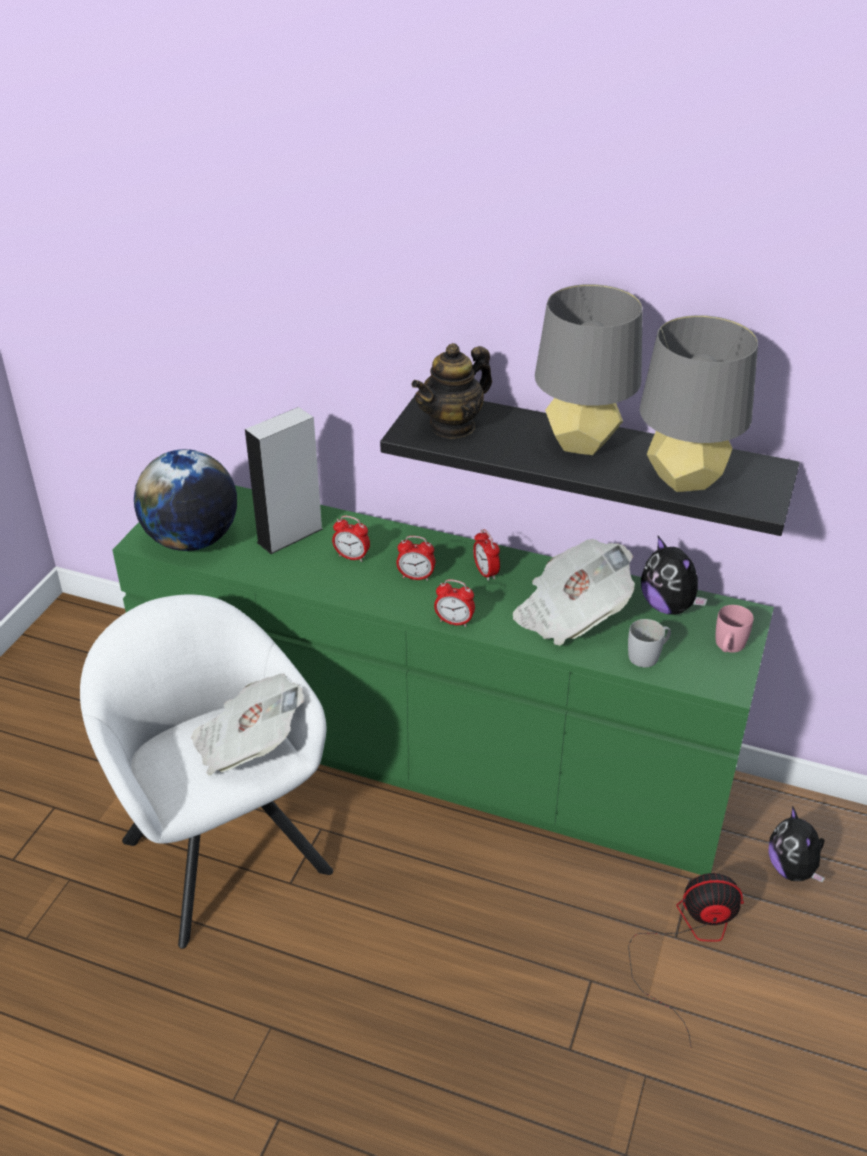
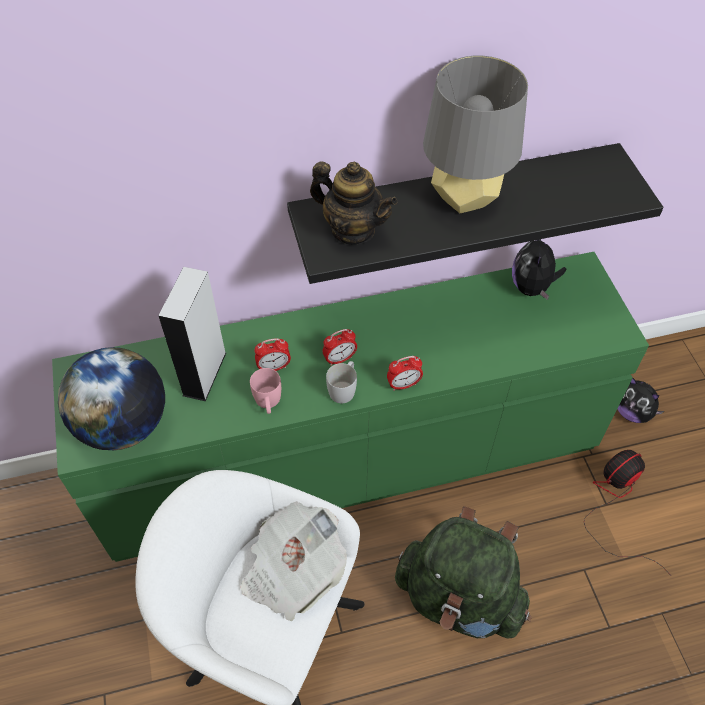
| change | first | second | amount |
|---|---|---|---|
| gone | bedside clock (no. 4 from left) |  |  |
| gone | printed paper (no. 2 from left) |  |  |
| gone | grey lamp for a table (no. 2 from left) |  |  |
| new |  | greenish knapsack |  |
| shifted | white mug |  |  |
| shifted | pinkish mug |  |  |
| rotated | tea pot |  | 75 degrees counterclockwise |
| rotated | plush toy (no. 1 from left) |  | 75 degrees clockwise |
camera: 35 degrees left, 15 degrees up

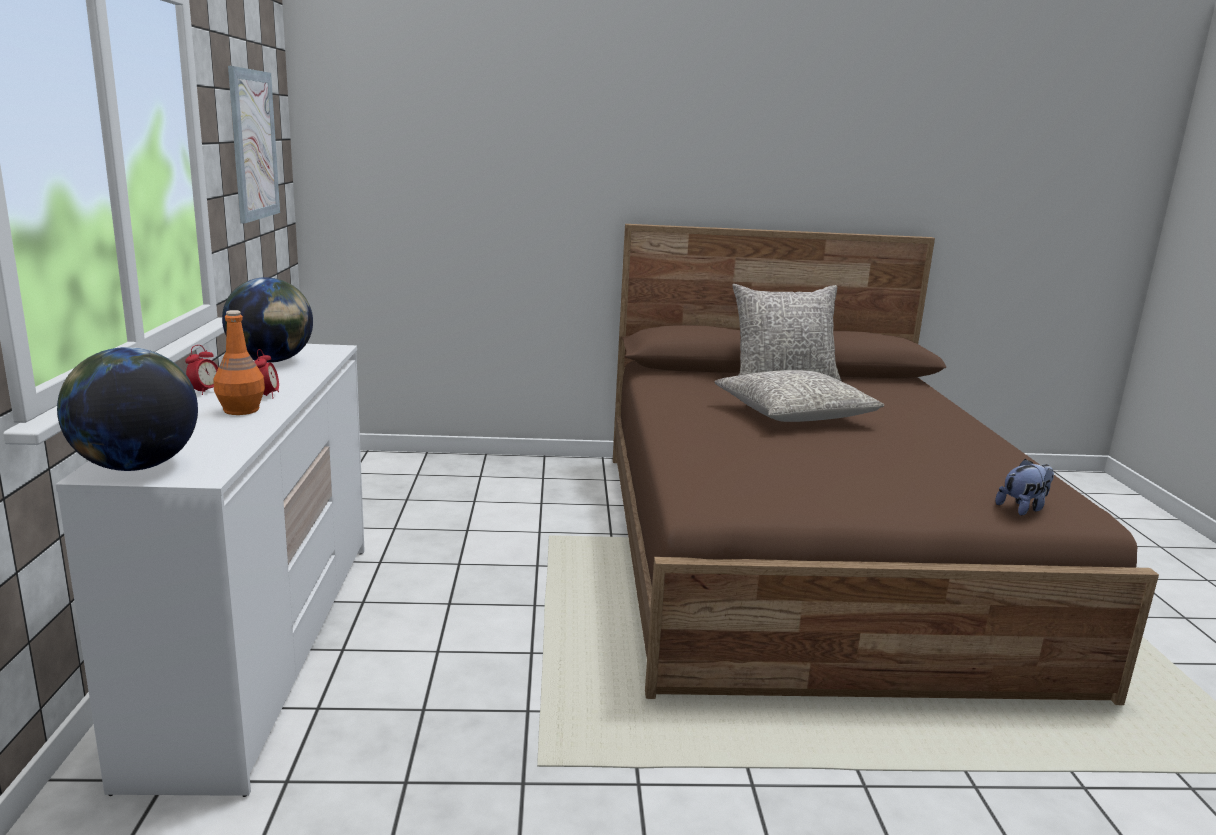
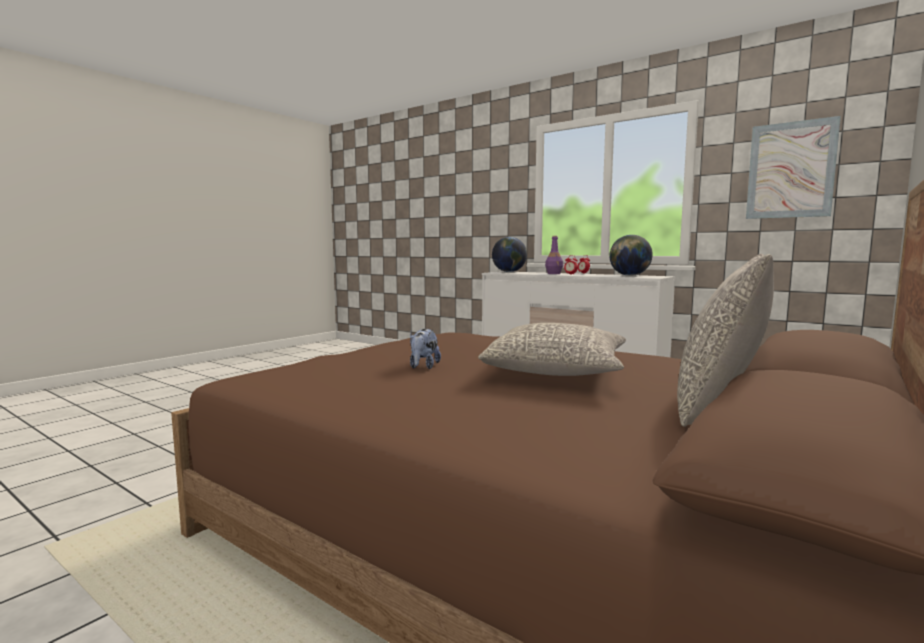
| change | first | second | amount |
|---|---|---|---|
| shifted | plush toy |  |  |
| repainted | orange-coloured beverage bottle | purplish beverage bottle |  |
camera: 130 degrees right, 10 degrees down

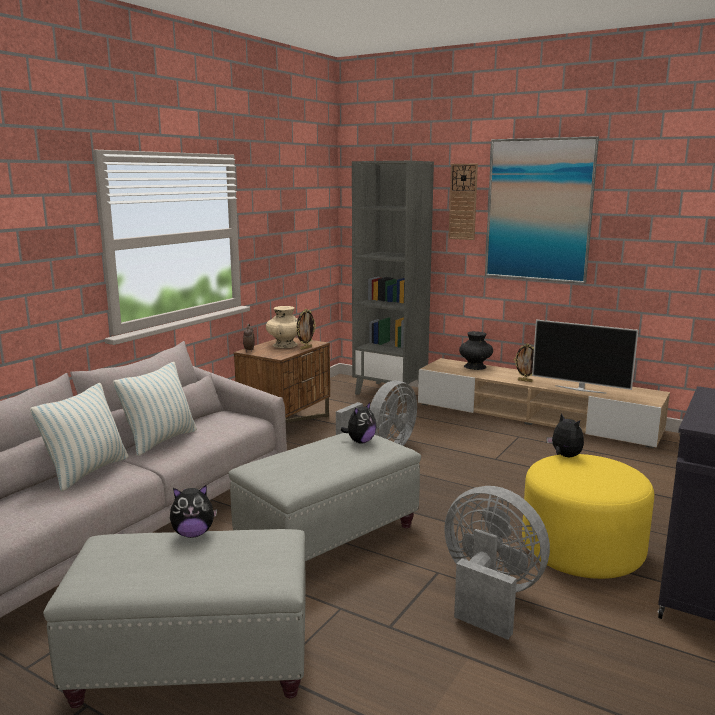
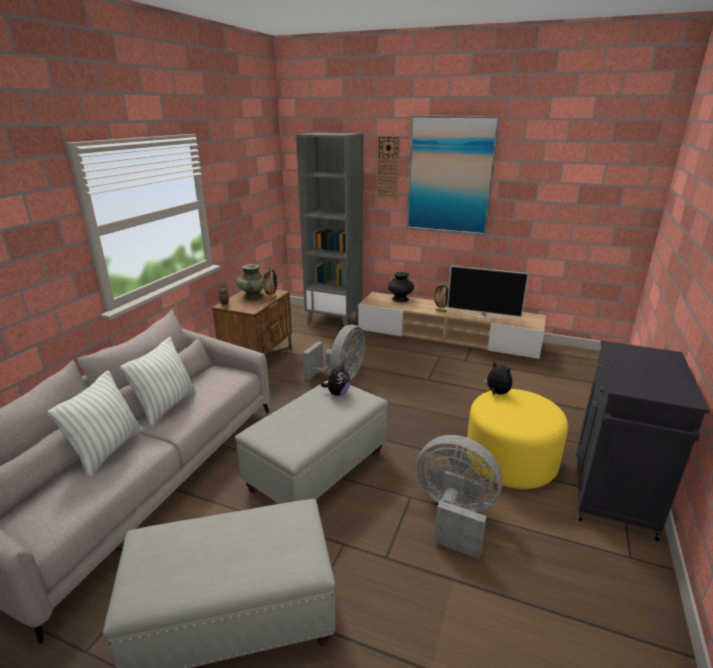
| change | first | second | amount |
|---|---|---|---|
| gone | plush toy (no. 1 from left) |  |  |
| repainted | beige flower vase | turquoise-coloured flower vase |  |
camera: 10 degrees left, 10 degrees up

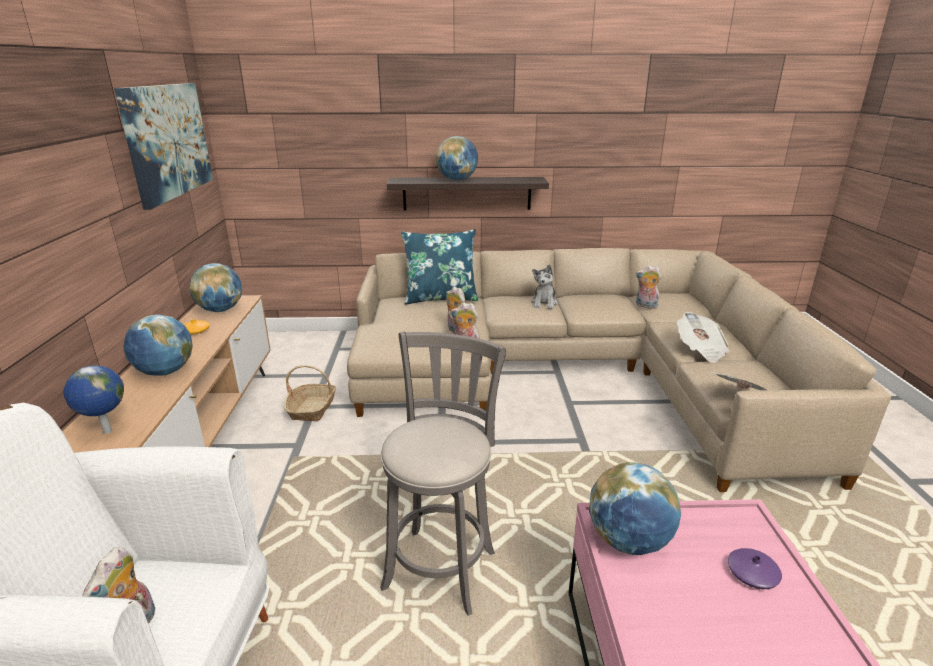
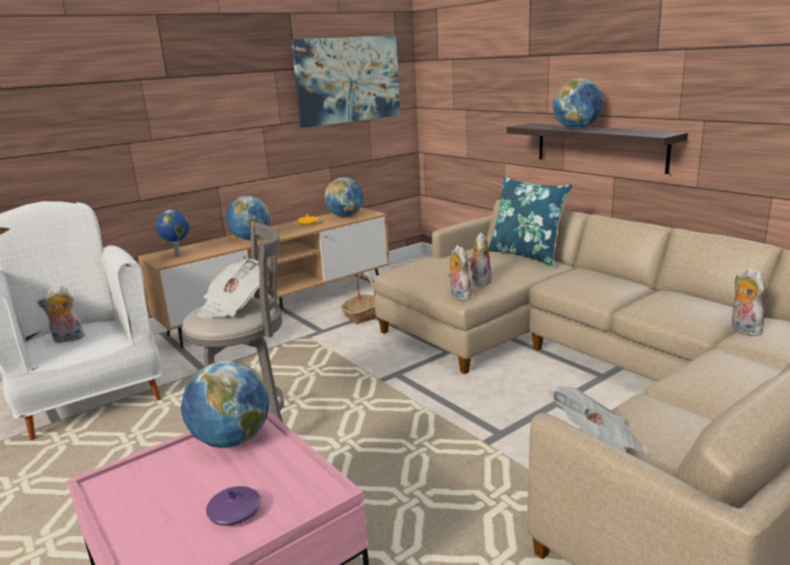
| change | first | second | amount |
|---|---|---|---|
| gone | plush toy (no. 4 from left) |  |  |
| shifted | printed paper (no. 1 from left) |  |  |
camera: 55 degrees right, 5 degrees down

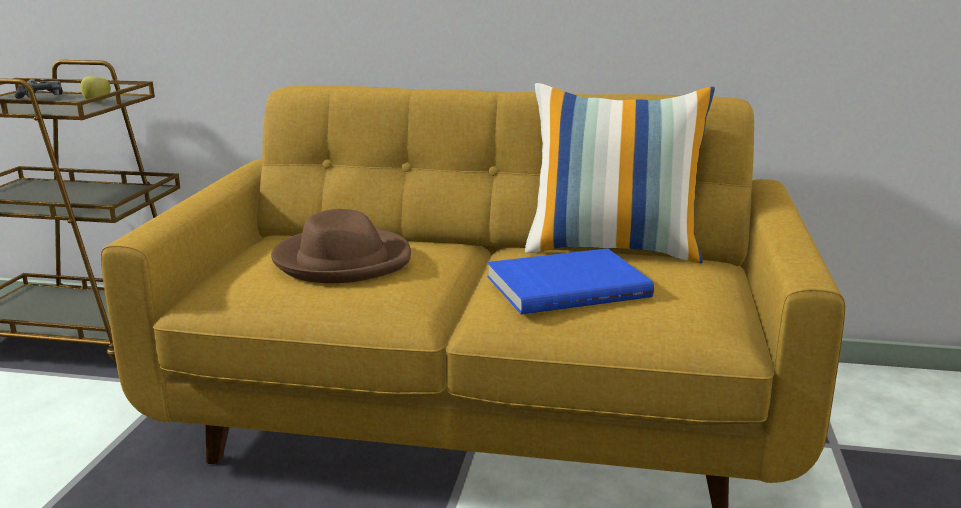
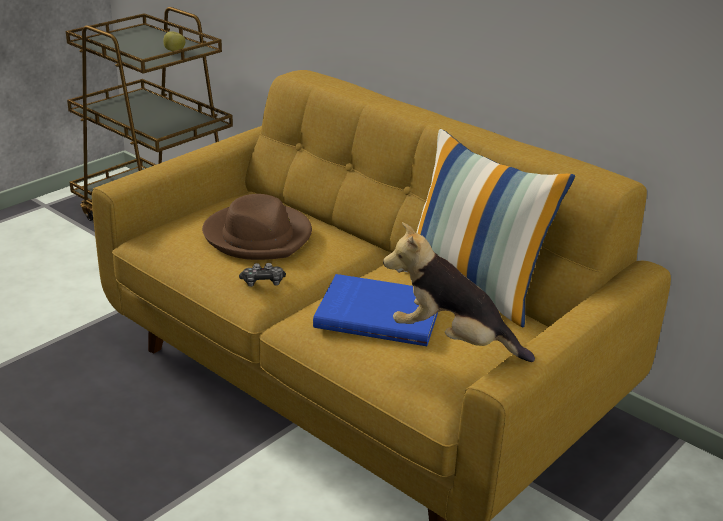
| change | first | second | amount |
|---|---|---|---|
| new |  | plush toy |  |
| shifted | joypad |  |  |
camera: 30 degrees right, 10 degrees up

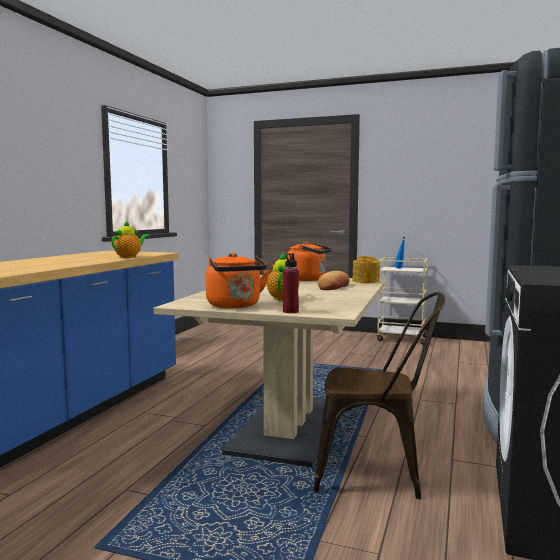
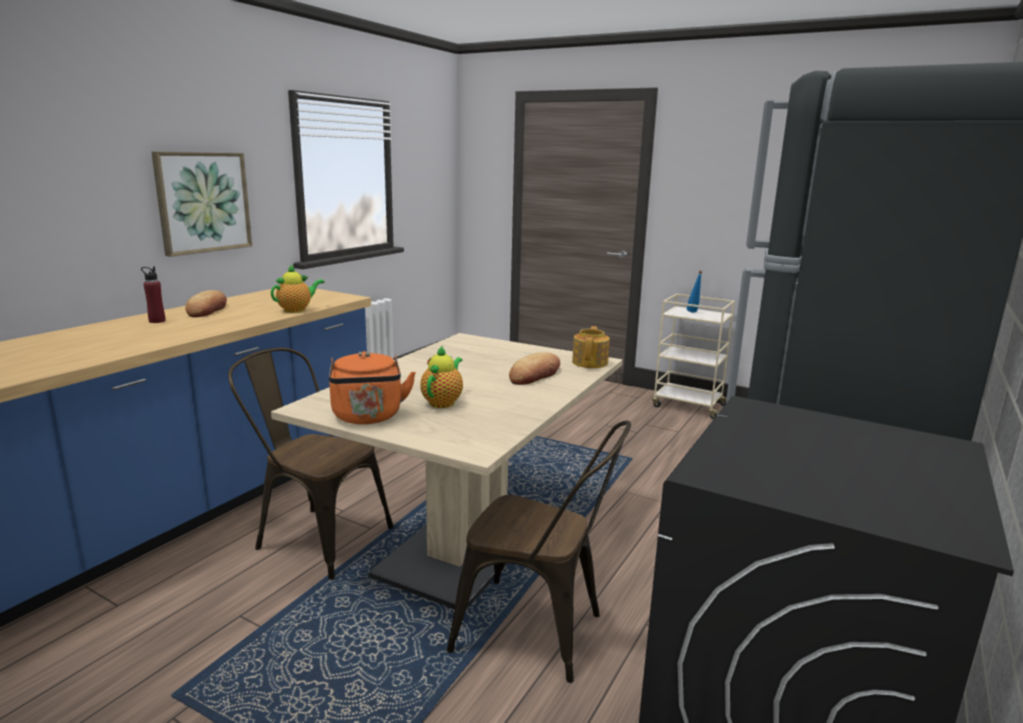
| change | first | second | amount |
|---|---|---|---|
| gone | orange-coloured kettle (no. 2 from left) |  |  |
| new |  | wall art |  |
| new |  | bread (no. 1 from left) |  |
| new |  | brown upright chair (no. 1 from left) |  |
| shifted | red beverage bottle |  |  |
camera: 10 degrees right, 10 degrees up

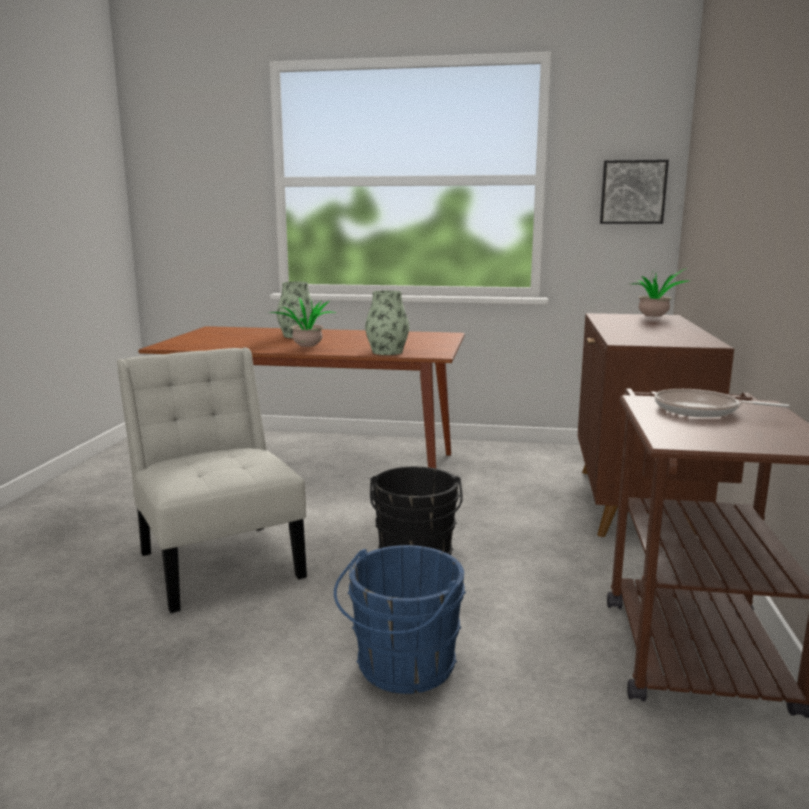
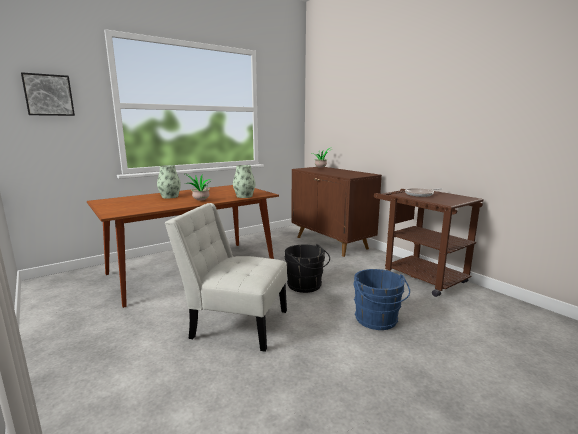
| change | first | second | amount |
|---|---|---|---|
| shifted | wall art |  |  |
camera: 45 degrees left, 0 degrees up

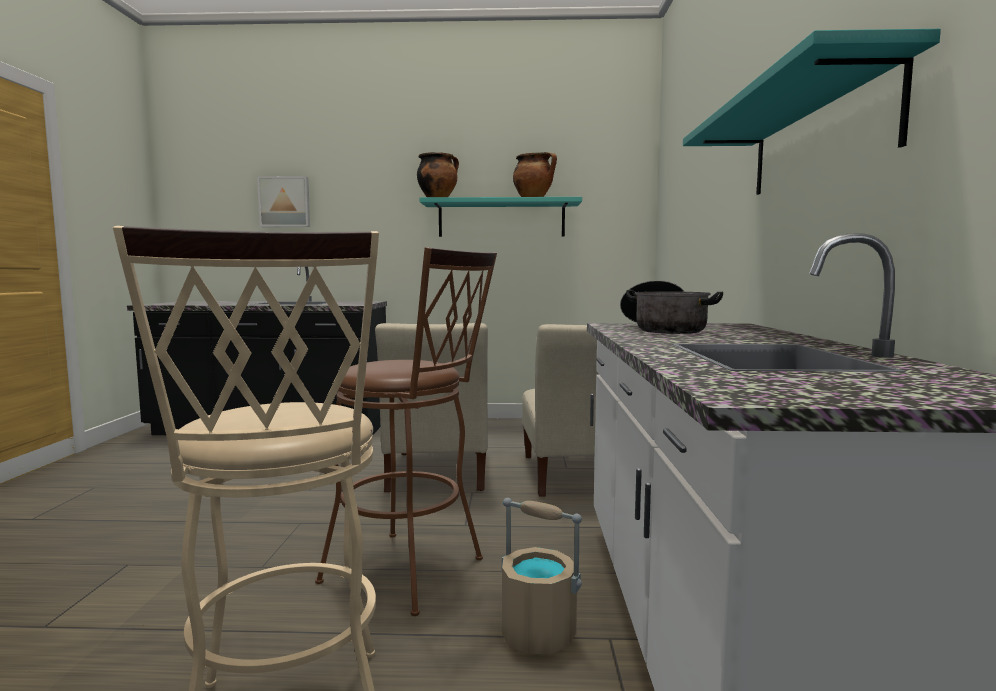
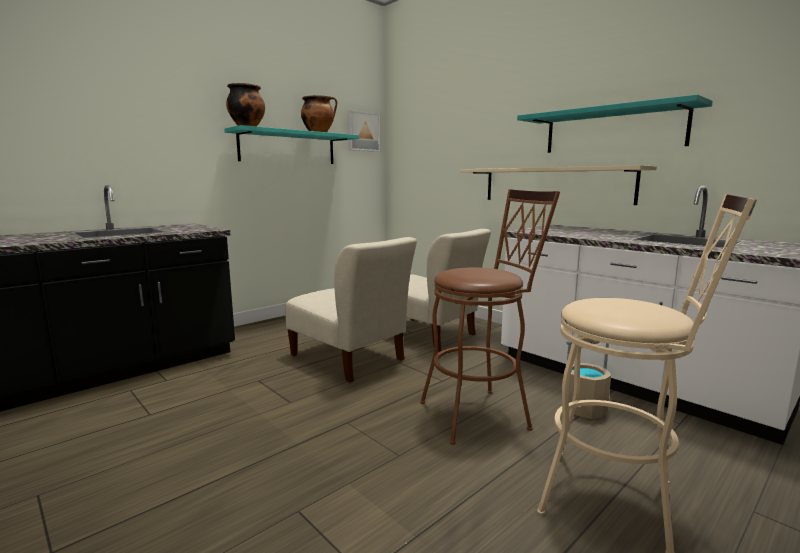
| change | first | second | amount |
|---|---|---|---|
| gone | cooking pot (no. 3 from left) |  |  |
| new |  | beige shelf |  |
| shifted | wall art |  |  |
camera: 45 degrees left, 5 degrees up

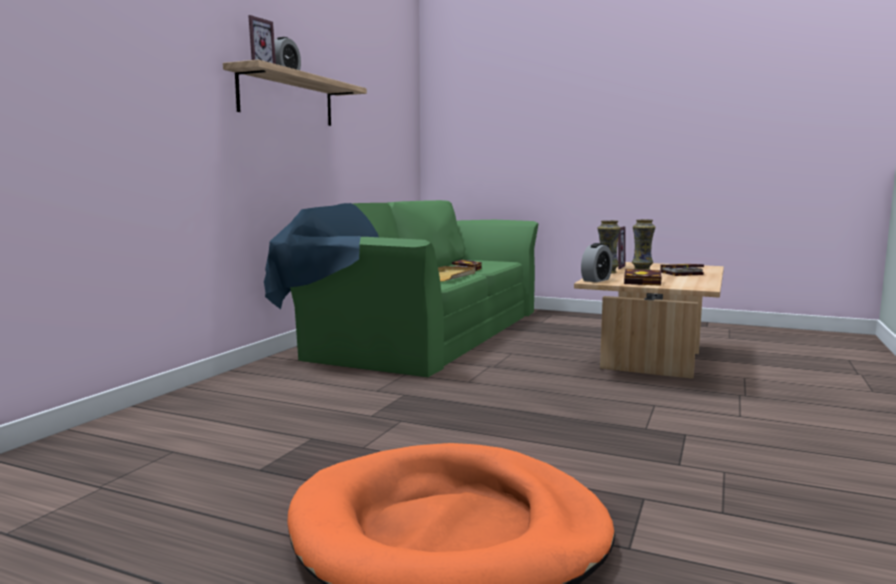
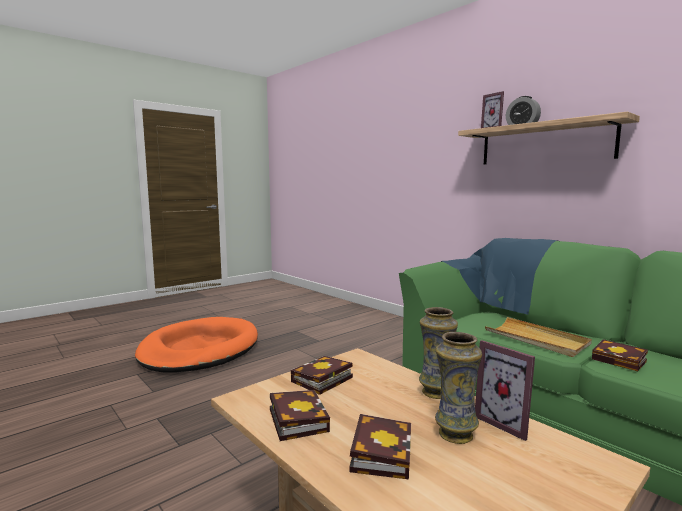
| change | first | second | amount |
|---|---|---|---|
| gone | bedside clock (no. 2 from left) |  |  |
| new |  | book (no. 1 from left) |  |
camera: 115 degrees right, 0 degrees up

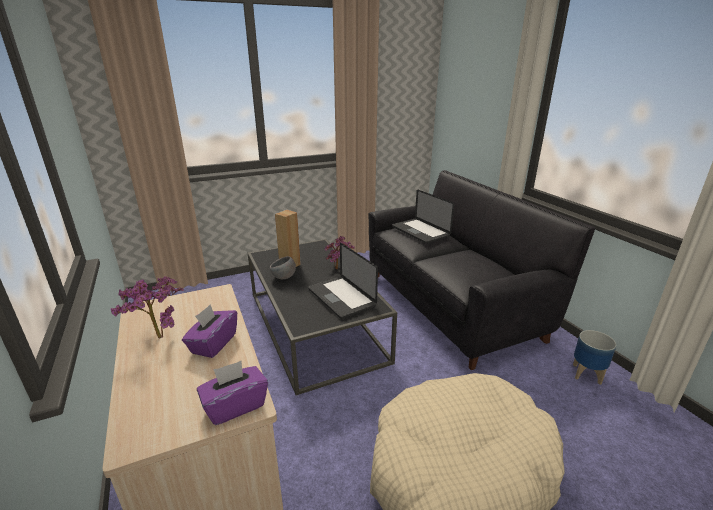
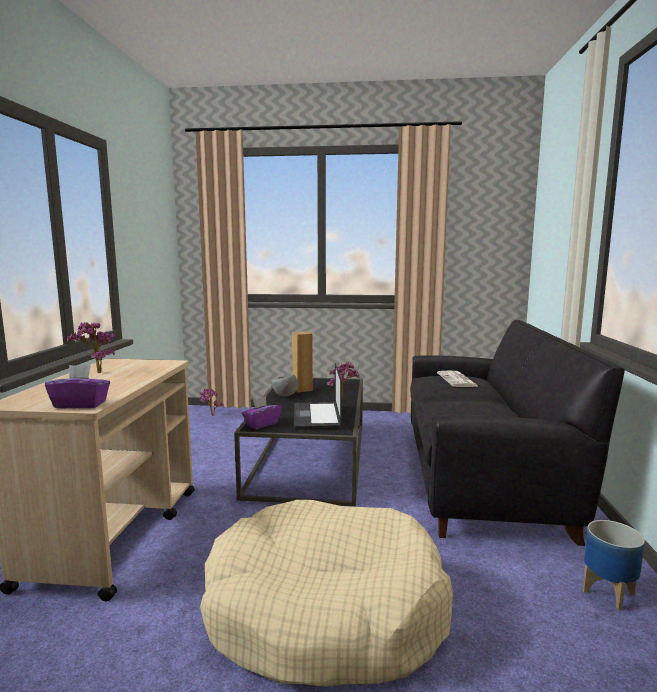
| change | first | second | amount |
|---|---|---|---|
| shifted | purplish tissue holder (no. 1 from left in the first image) | purplish tissue holder (no. 2 from left) |  |
| swapped | portable computer (no. 2 from left) | printed paper |  |
camera: 30 degrees right, 15 degrees down

